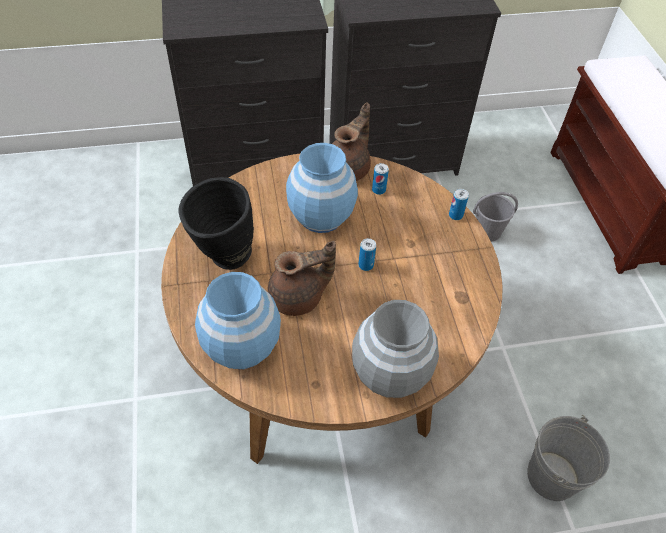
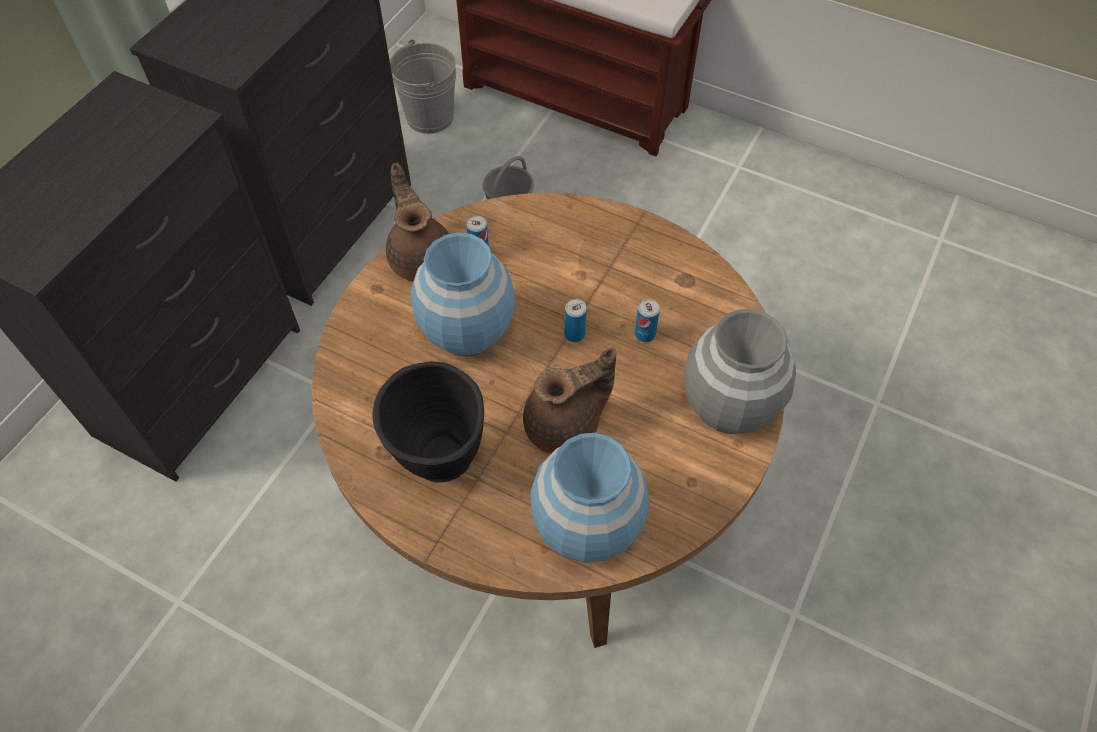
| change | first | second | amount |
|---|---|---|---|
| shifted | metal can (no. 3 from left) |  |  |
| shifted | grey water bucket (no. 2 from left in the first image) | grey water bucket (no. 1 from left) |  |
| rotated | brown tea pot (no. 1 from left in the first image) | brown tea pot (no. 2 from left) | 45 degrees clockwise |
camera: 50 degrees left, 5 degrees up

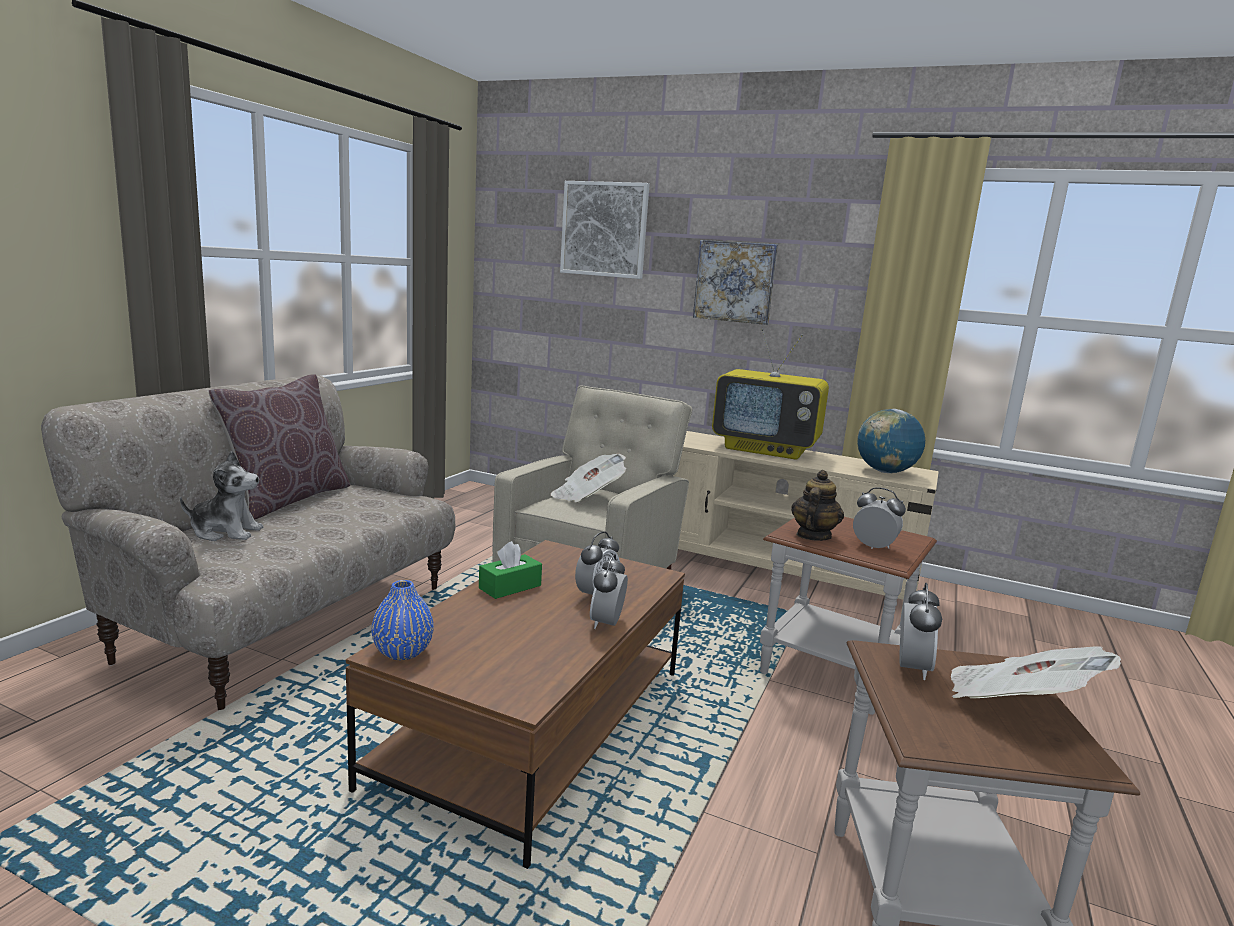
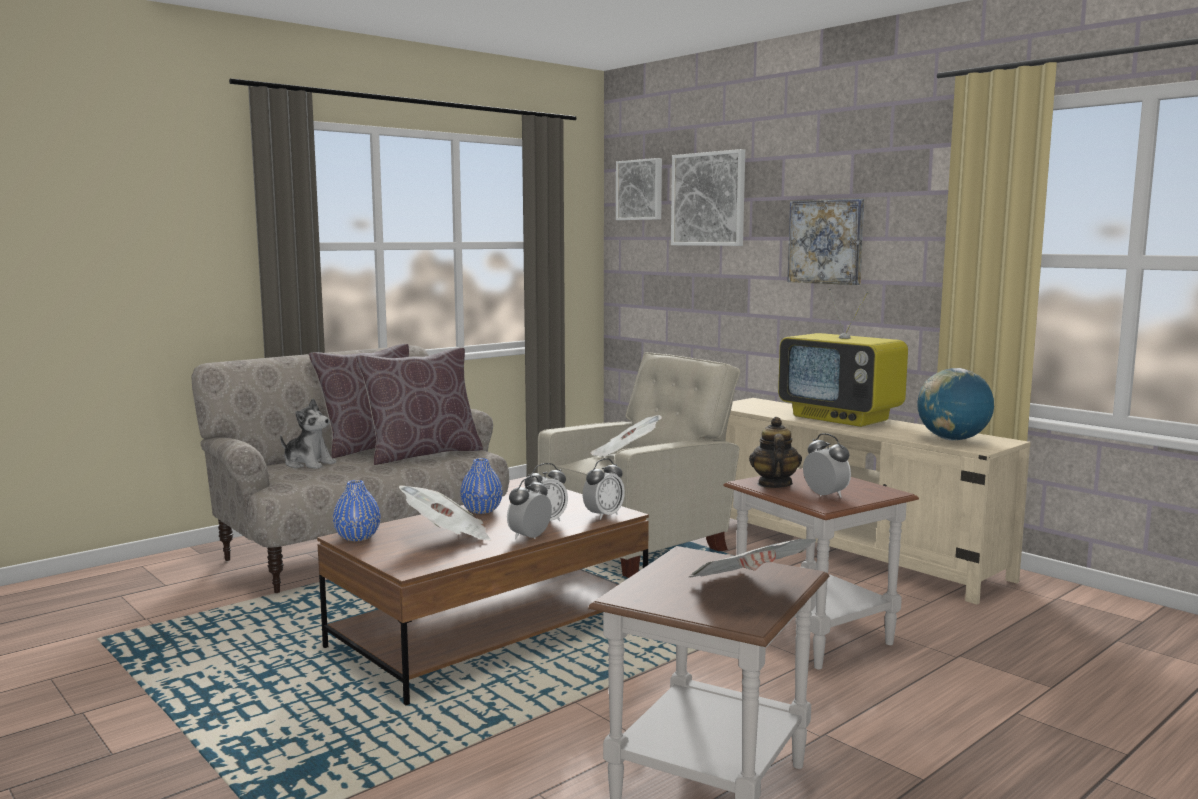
| change | first | second | amount |
|---|---|---|---|
| new |  | brown pillow (no. 2 from left) |  |
| new |  | printed paper (no. 1 from left) |  |
| new |  | wall art (no. 1 from left) |  |
| shifted | bedside clock (no. 4 from left in the first image) | bedside clock (no. 3 from left) |  |
| swapped | greenish tissue holder | blue-coloured flower vase (no. 2 from left) |  |
| rotated | tea pot |  | 45 degrees counterclockwise |
camera: 25 degrees right, 5 degrees down

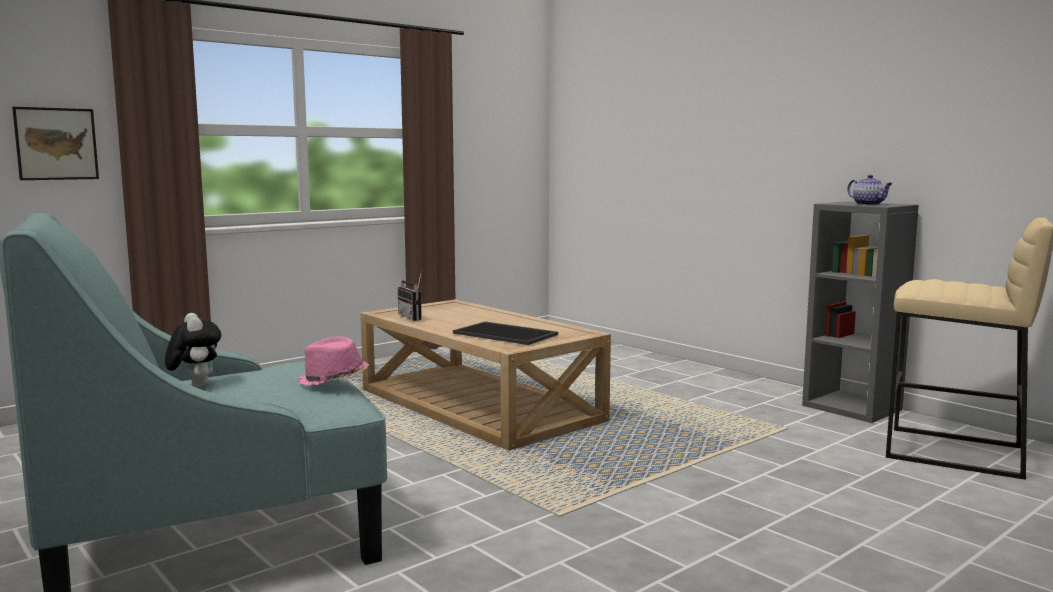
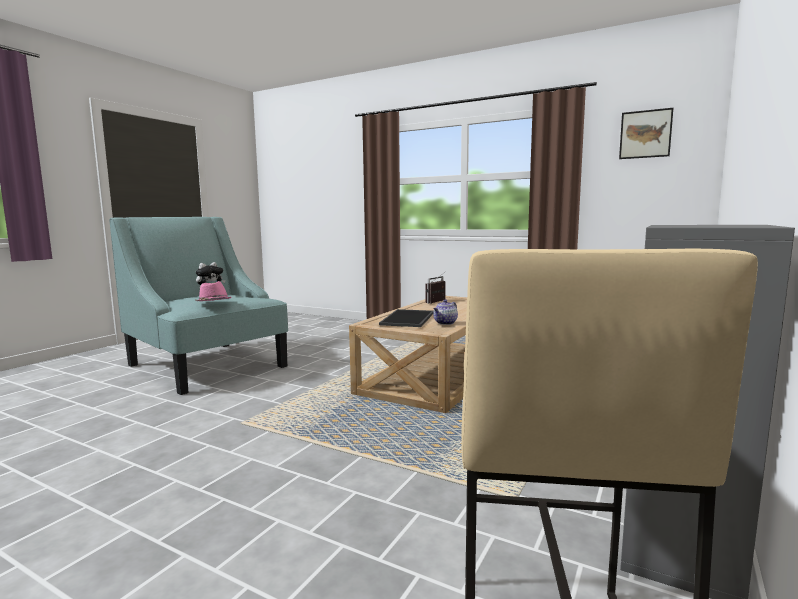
| change | first | second | amount |
|---|---|---|---|
| shifted | wall art |  |  |
| shifted | tea pot |  |  |
camera: 70 degrees right, 0 degrees up

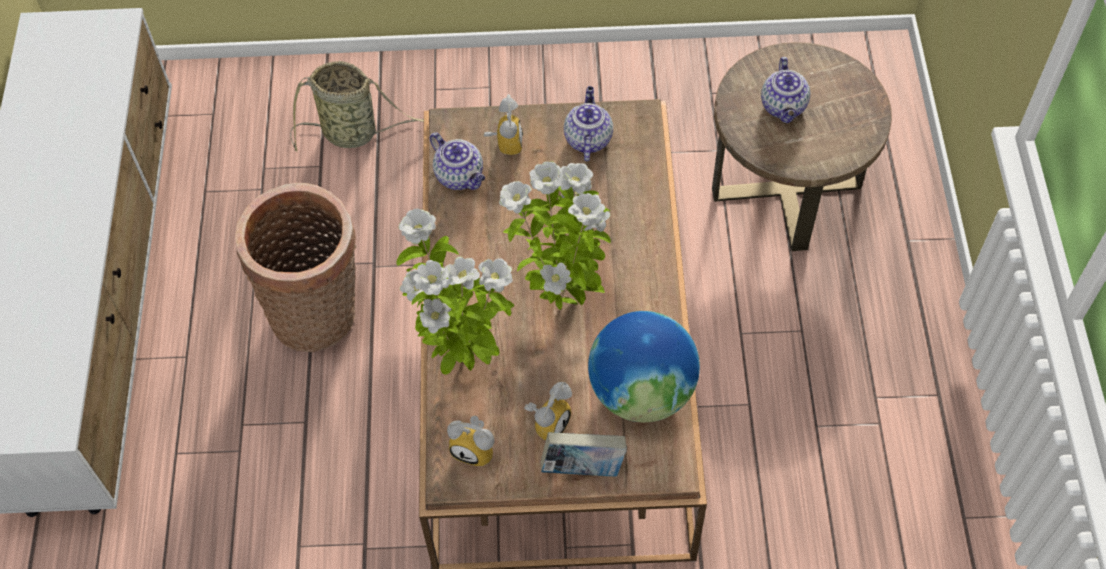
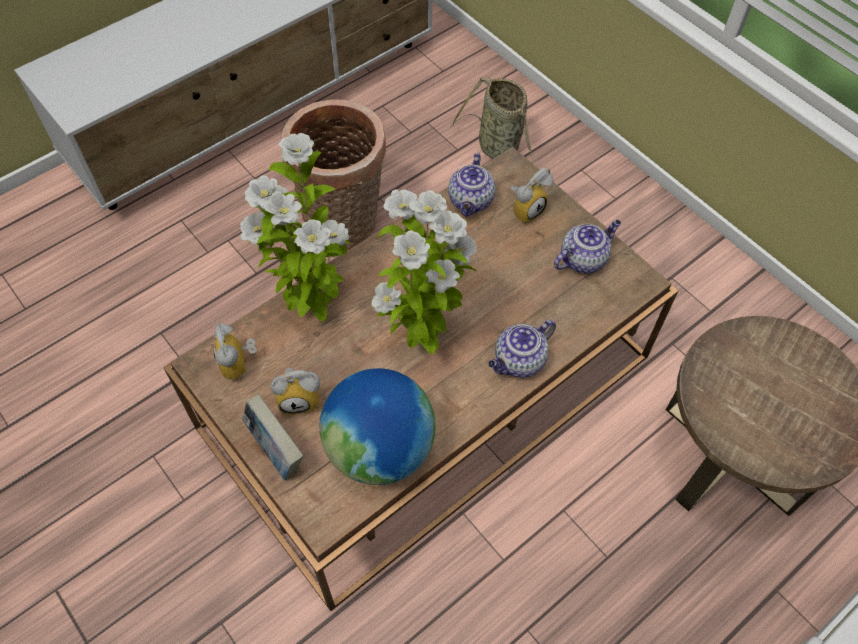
| change | first | second | amount |
|---|---|---|---|
| shifted | tea pot (no. 3 from left in the first image) | tea pot (no. 2 from left) |  |
camera: 50 degrees right, 0 degrees up

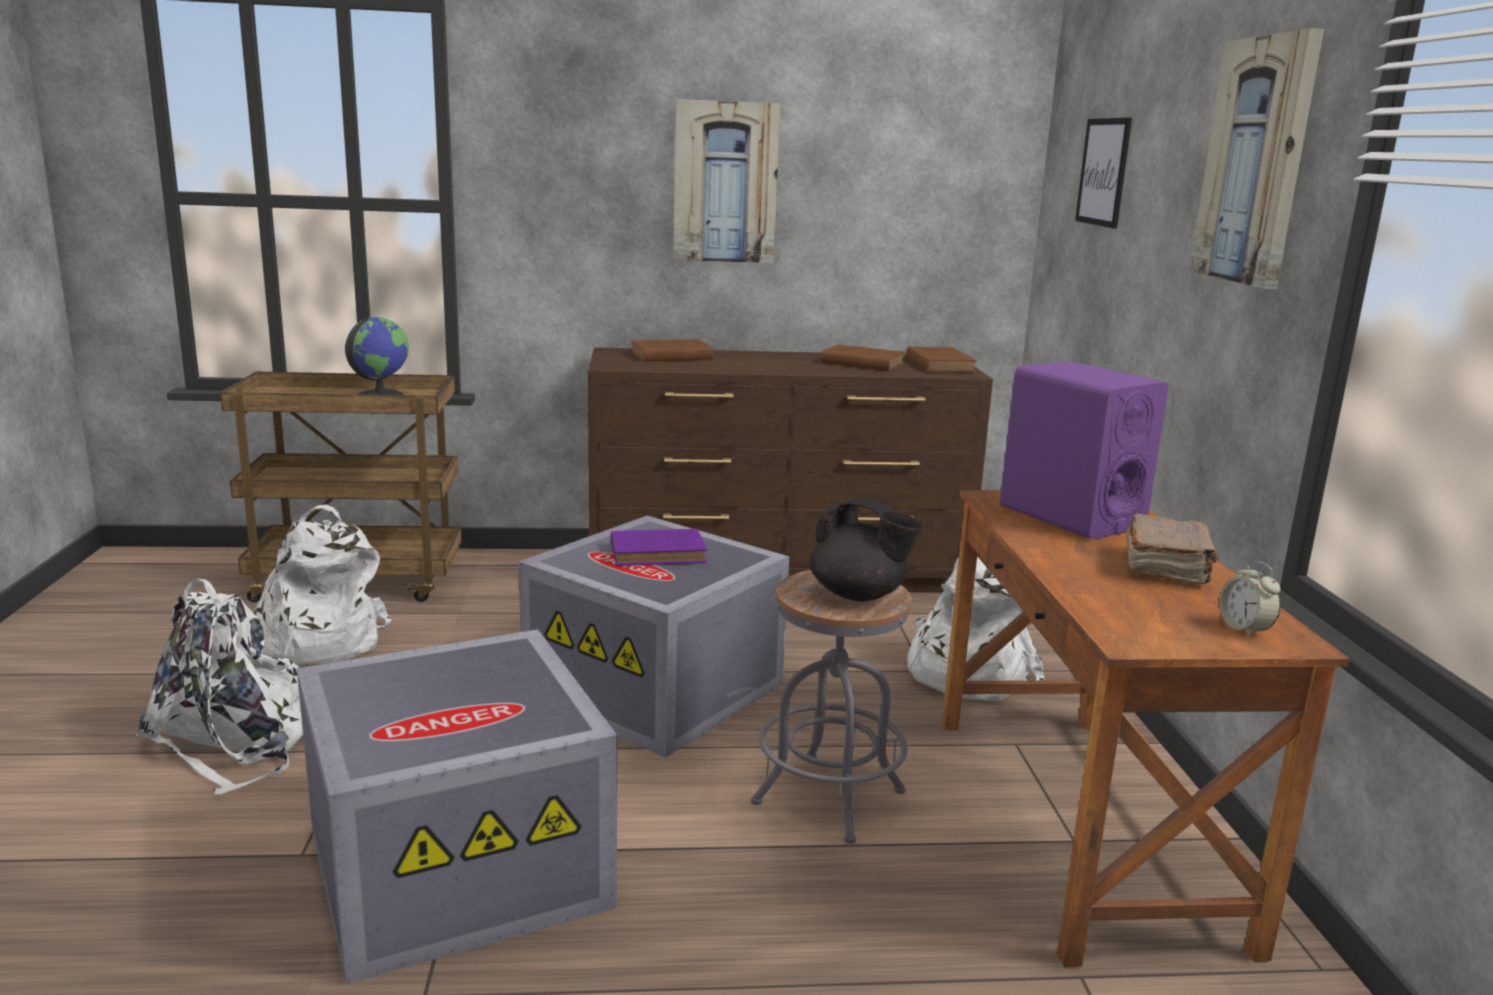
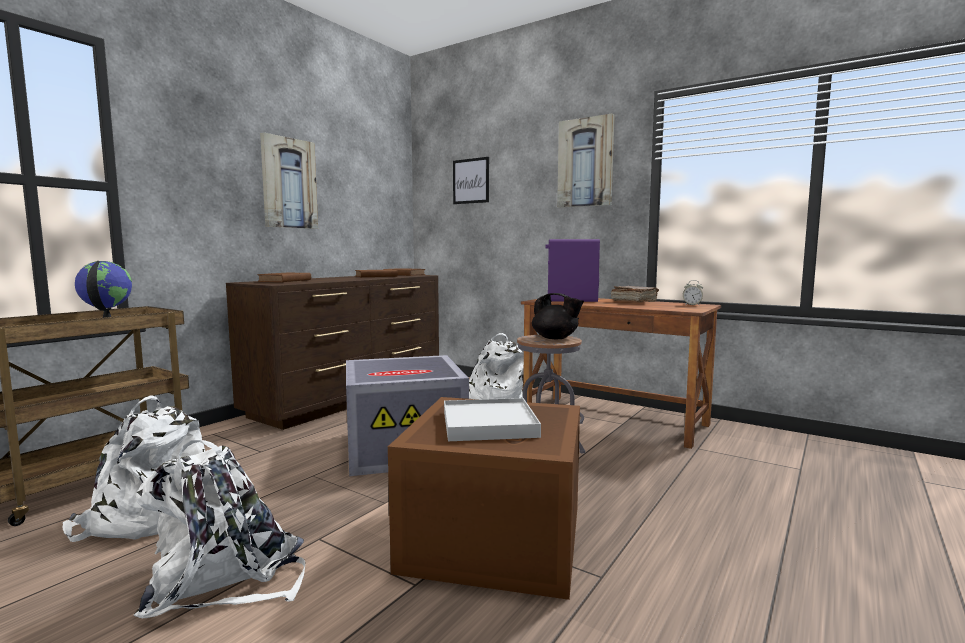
| change | first | second | amount |
|---|---|---|---|
| gone | purplish book |  |  |
| new |  | white serving tray |  |
| repainted | grey storage container (no. 1 from left) | brown storage container |  |
| rotated | black-coloured tea pot |  | 45 degrees clockwise |
camera: 50 degrees left, 10 degrees down

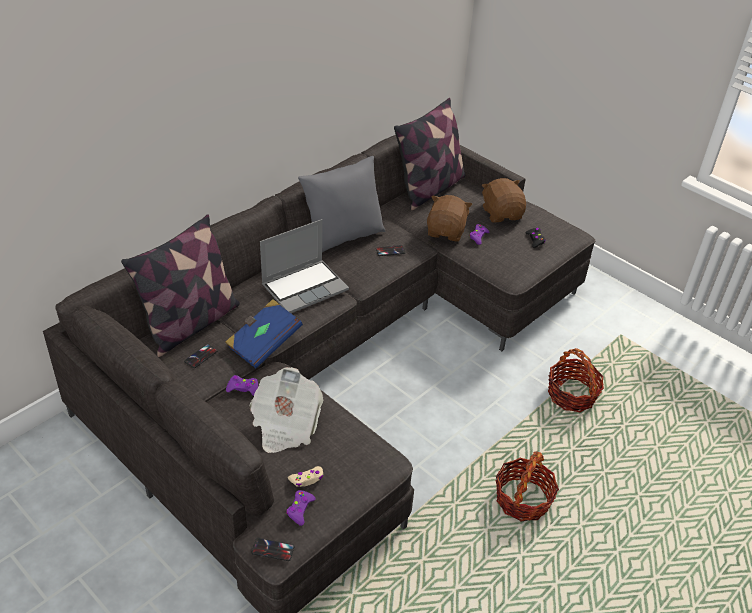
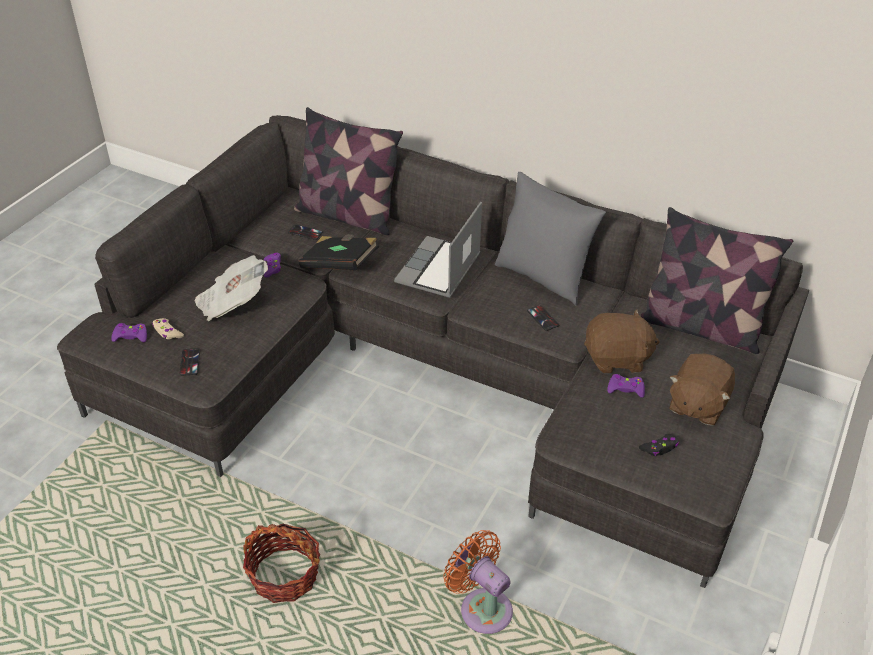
| change | first | second | amount |
|---|---|---|---|
| shifted | phone (no. 2 from left in the first image) | phone (no. 1 from left) |  |
| swapped | storage basket (no. 2 from left) | orange-coloured fan |  |
| repainted | blue-coloured book | black-coloured book |  |
| rotated | portable computer |  | 75 degrees clockwise |
| rotated | brown plush toy (no. 2 from left) |  | 150 degrees clockwise |
camera: 75 degrees right, 0 degrees up

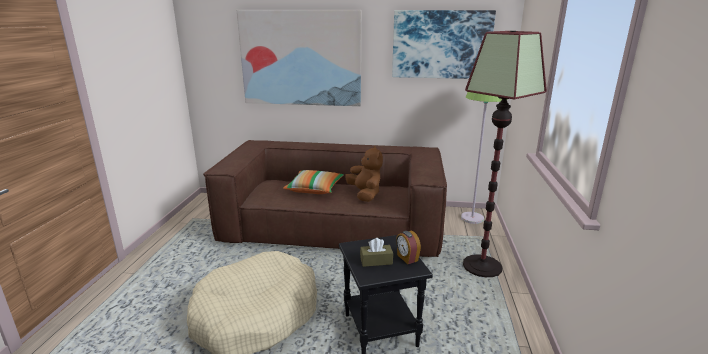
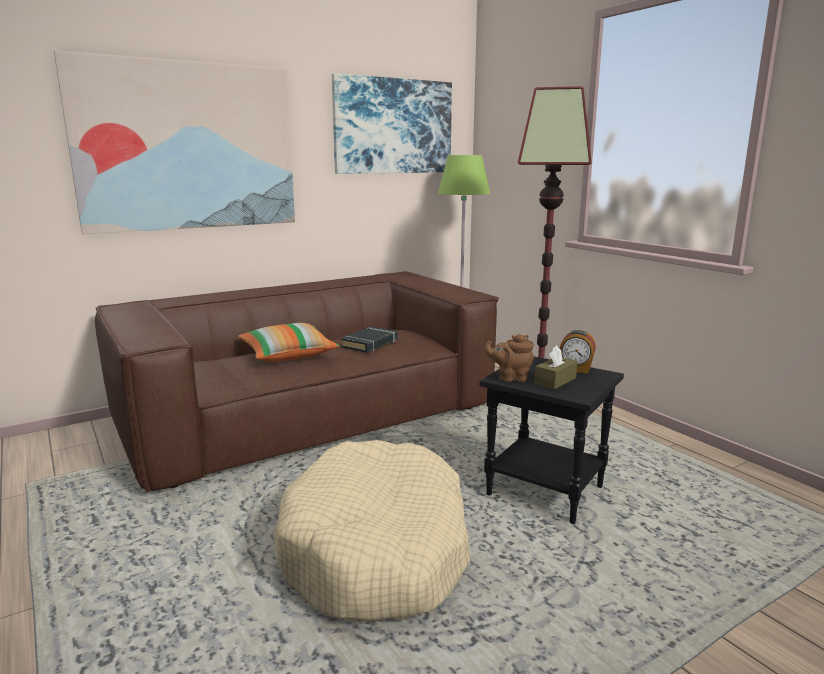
| change | first | second | amount |
|---|---|---|---|
| new |  | brown tea pot |  |
| swapped | brown plush toy | black-coloured book |  |
camera: 40 degrees left, 5 degrees down

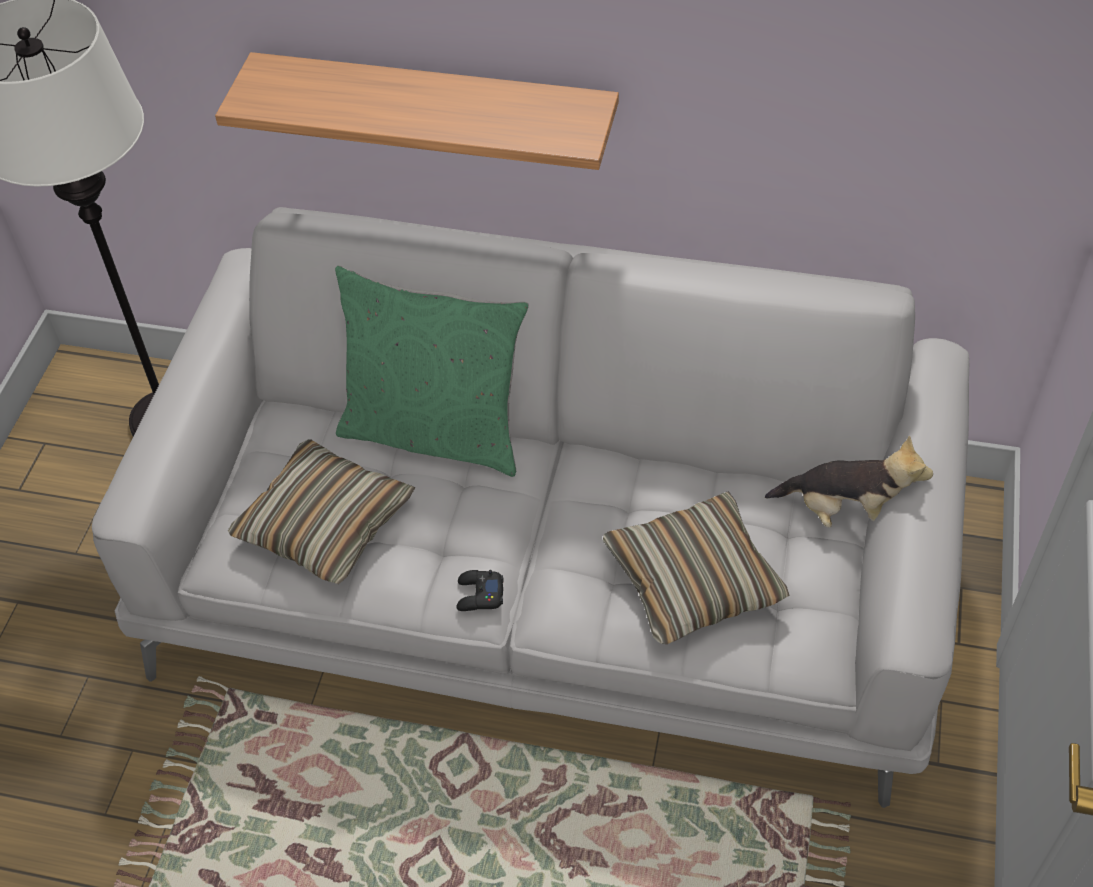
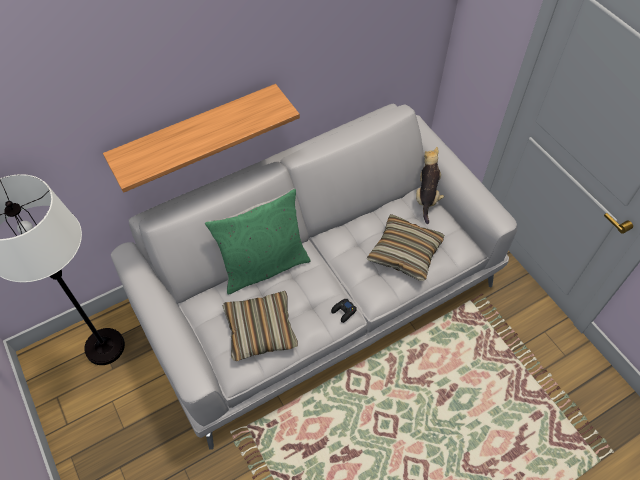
| change | first | second | amount |
|---|---|---|---|
| rotated | plush toy |  | 60 degrees counterclockwise |
camera: 45 degrees left, 5 degrees up

